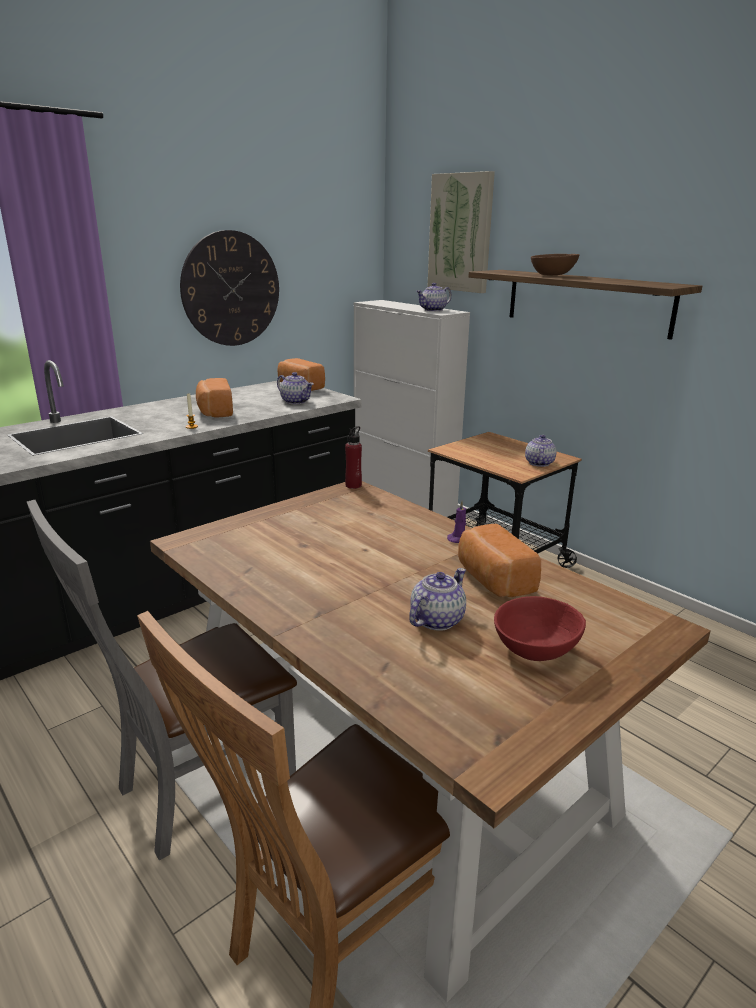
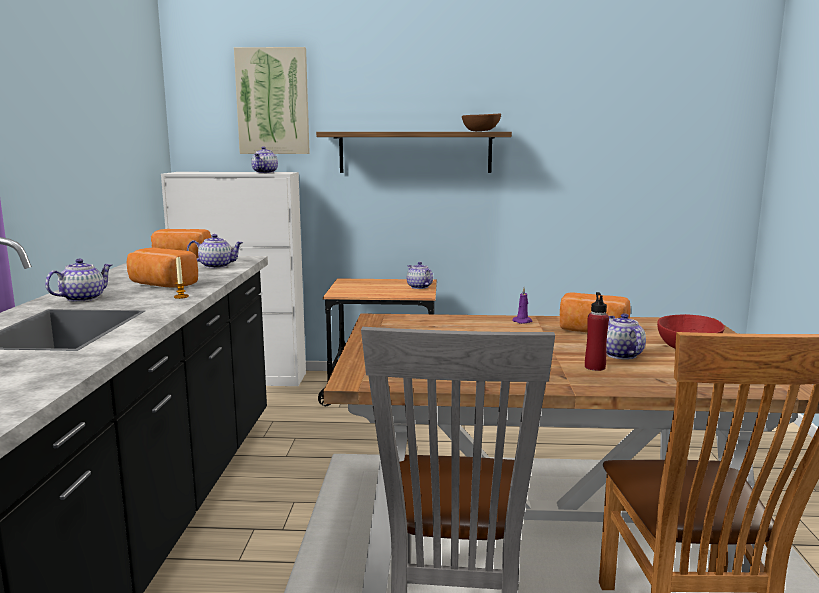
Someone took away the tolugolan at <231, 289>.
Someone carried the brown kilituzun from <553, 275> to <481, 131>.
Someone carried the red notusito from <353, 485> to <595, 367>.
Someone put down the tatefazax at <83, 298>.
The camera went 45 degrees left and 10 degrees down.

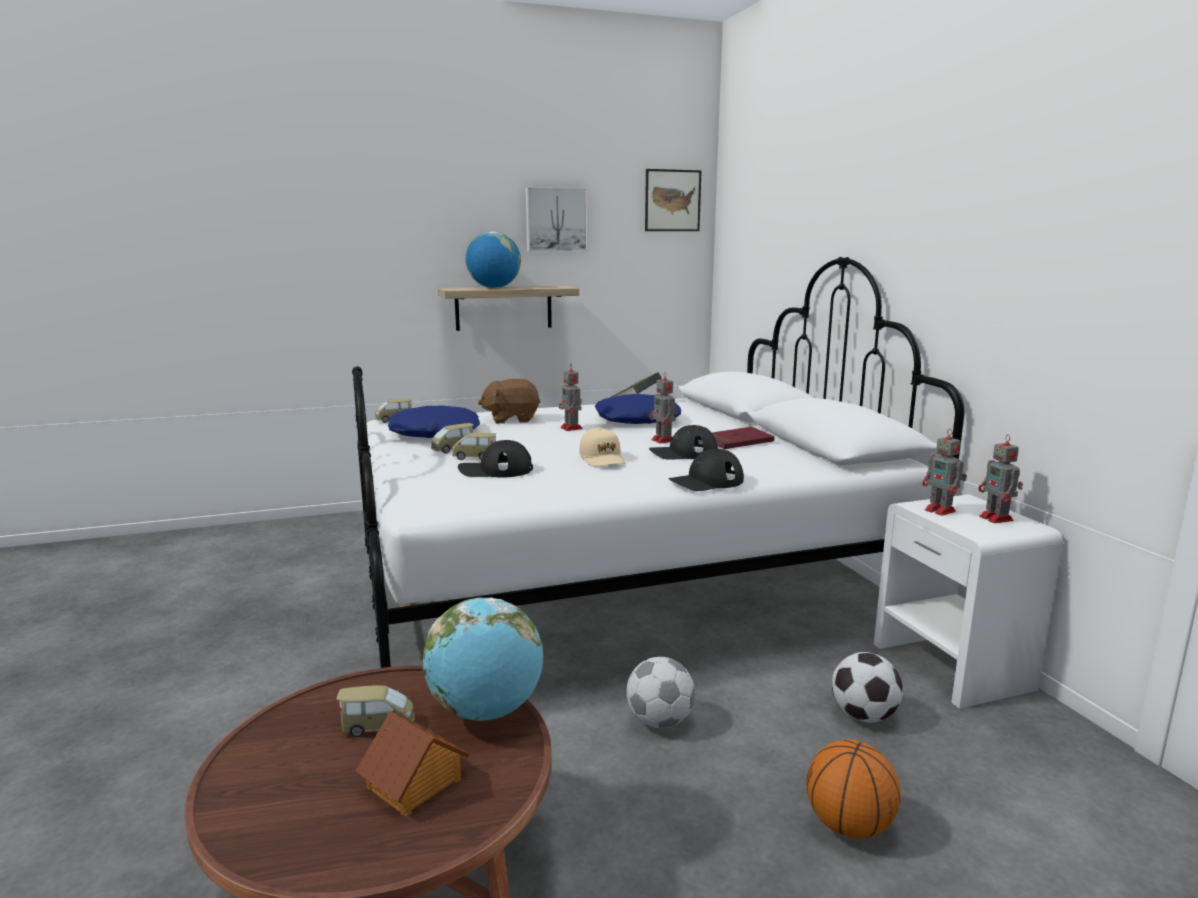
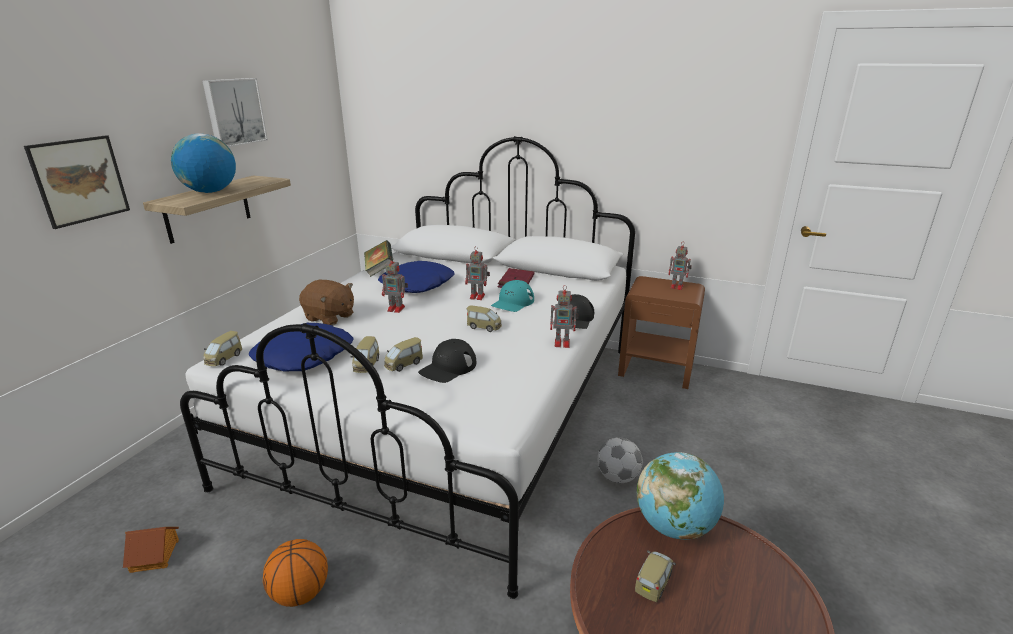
Someone carried the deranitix from <672, 200> to <80, 180>.
Someone rotated the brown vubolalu at <511, 419> by 90 degrees counterclockwise.
Someone repainted the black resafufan at <683, 453>, which became the turquoise resafufan at <513, 302>.
Someone swapped the beige resafufan at <602, 459> for the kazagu at <484, 327>.
Someone carried the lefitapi from <941, 511> to <563, 343>.
Someone repainted the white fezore at <952, 666>, which became the brown fezore at <656, 370>.
Someone took away the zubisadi at <864, 716>.
Someone carried the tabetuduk from <415, 783> to <155, 555>.
Someone carried the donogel from <848, 825> to <300, 593>.
The camera went 50 degrees left and 10 degrees up.

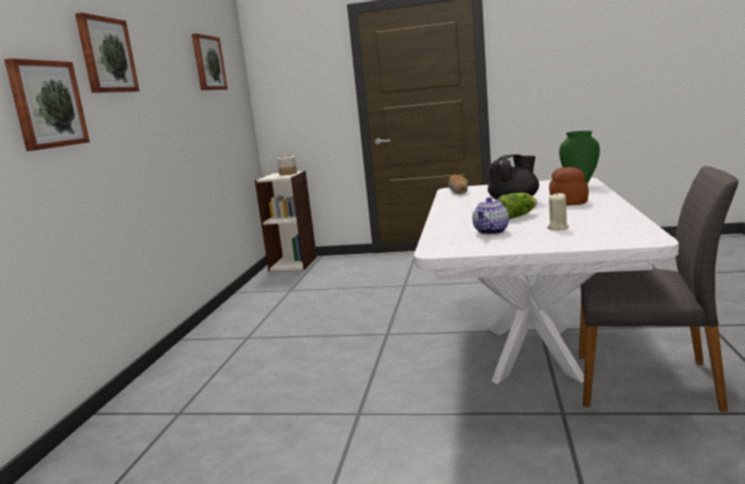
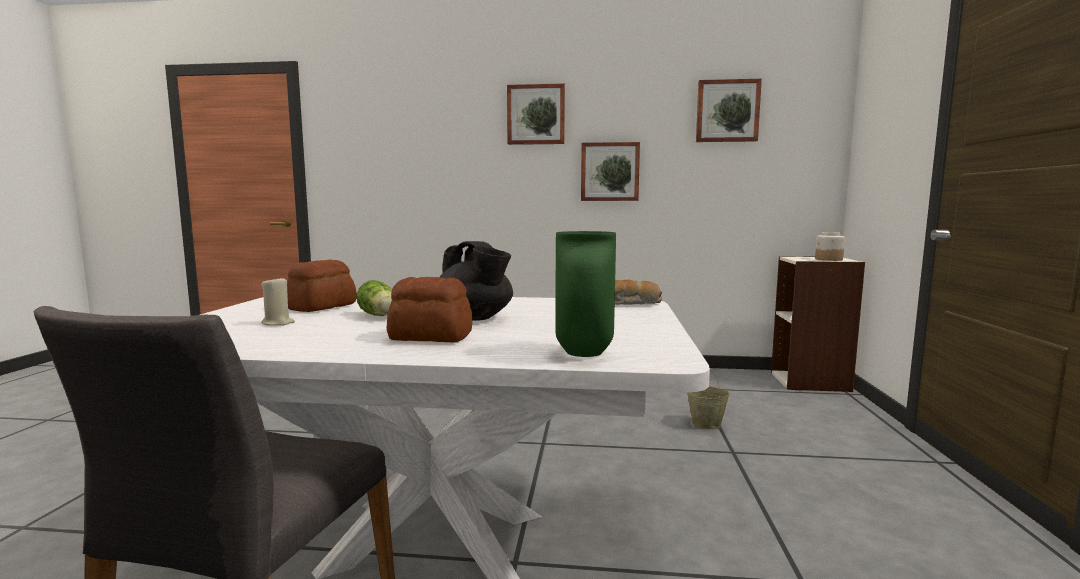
Someone carried the deranitix from <47, 104> to <609, 172>.
Someone swapped the tatefazax at <491, 232> for the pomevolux at <320, 307>.
Someone put down the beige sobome at <707, 424>.
The camera went 85 degrees right and 5 degrees down.

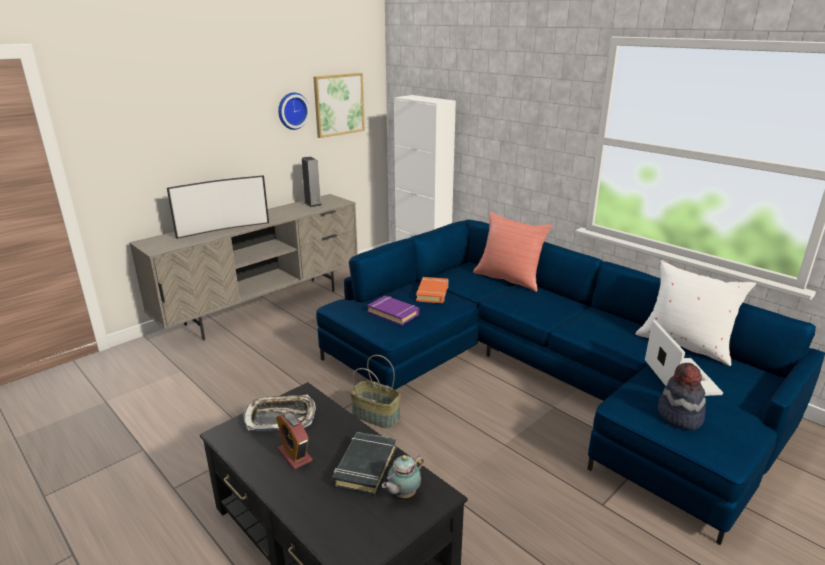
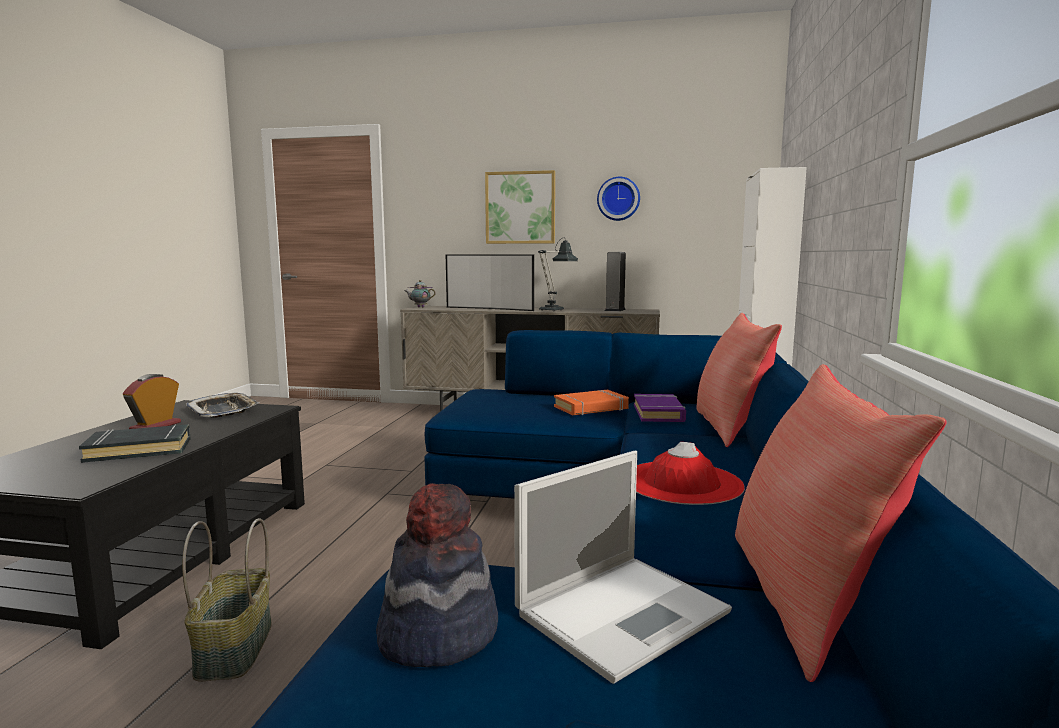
Someone carried the deranitix from <339, 104> to <520, 208>.
Someone repainted the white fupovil at <685, 344>, which became the red fupovil at <805, 599>.
Someone carried the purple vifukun from <393, 313> to <658, 413>.
Someone carried the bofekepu from <376, 416> to <236, 649>.
Someone carried the tatefazax from <403, 494> to <420, 307>.
Someone put down the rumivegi at <554, 310>.
Someone put down the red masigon at <681, 483>.
The camera went 55 degrees right and 15 degrees down.

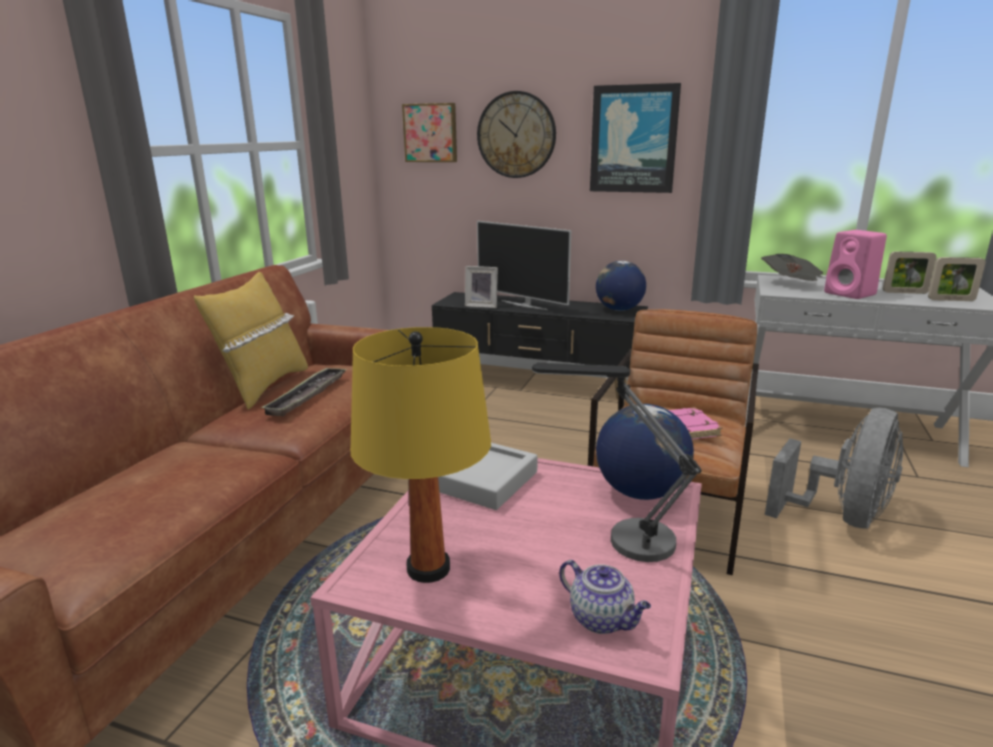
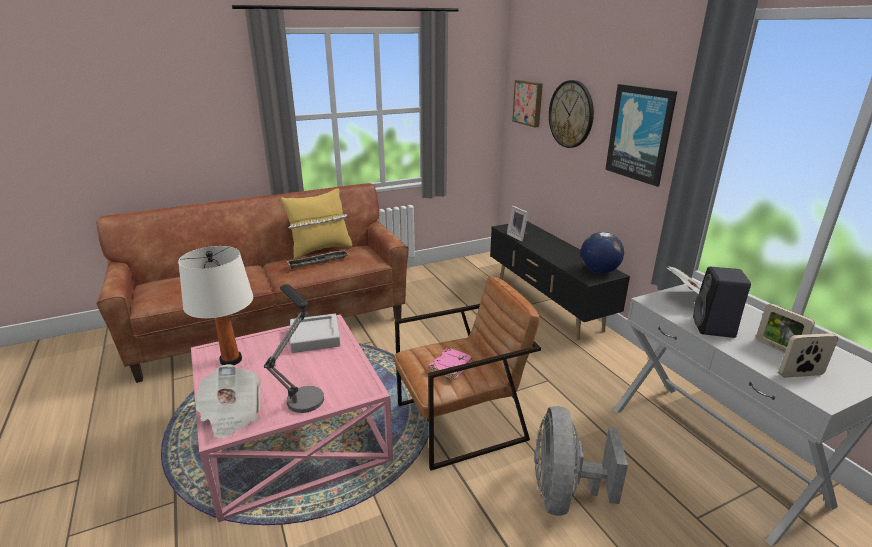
Someone took away the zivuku at <524, 305>.
Someone repainted the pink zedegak at <851, 294>, which became the black zedegak at <714, 328>.
Someone rotated the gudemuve at <951, 300> by 120 degrees clockwise.
Someone repainted the yellow rumivegi at <428, 569>, which became the white rumivegi at <230, 360>.
Someone took away the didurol at <640, 492>.
Someone rotated the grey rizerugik at <841, 517> by 105 degrees clockwise.
Someone swapped the tatefazax at <602, 619> for the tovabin at <231, 414>.
The camera went 45 degrees right and 5 degrees up.

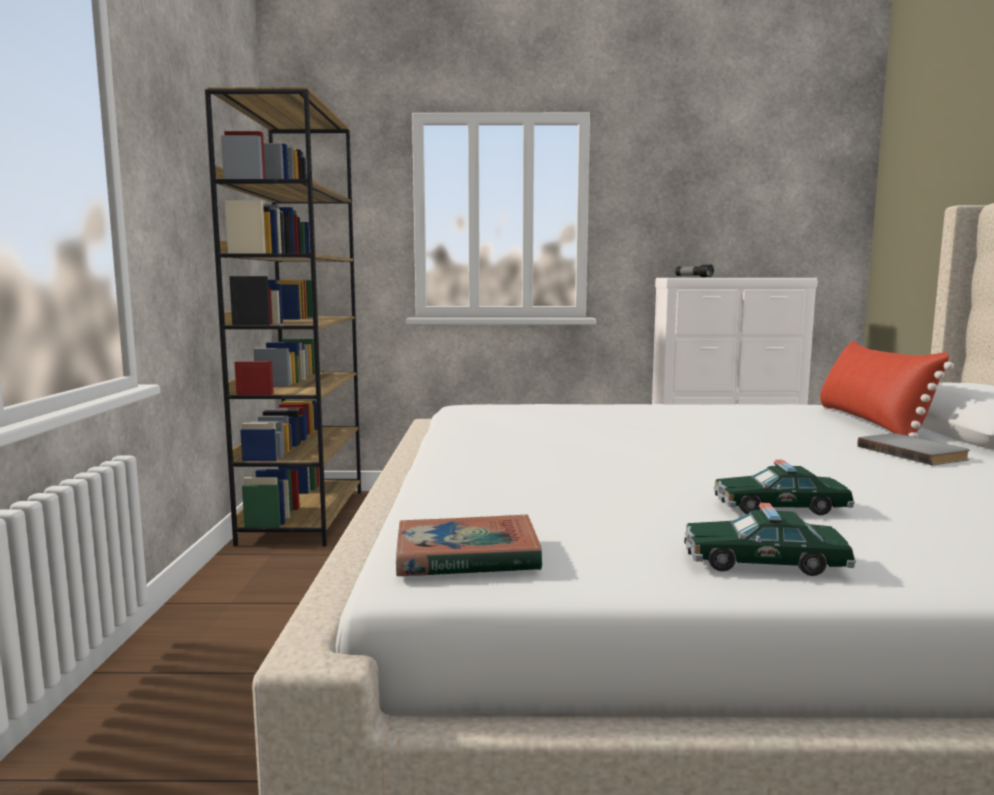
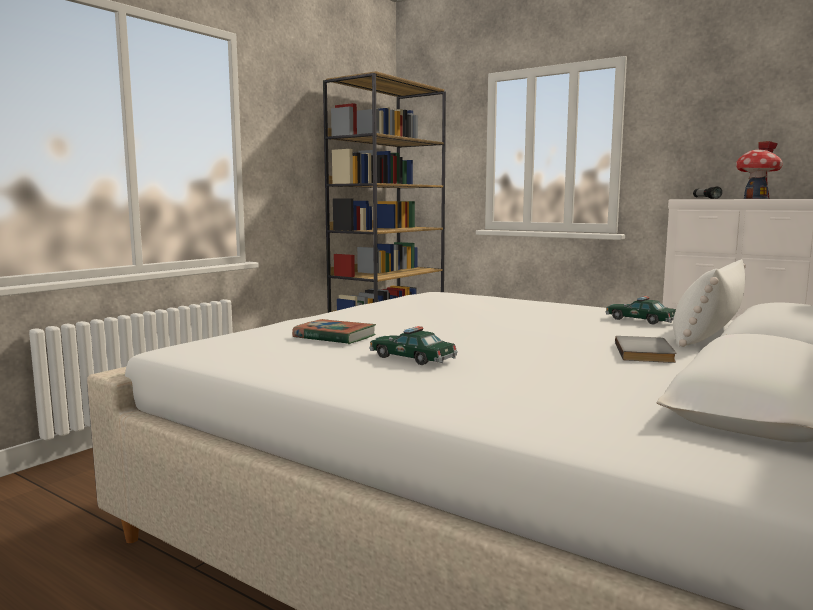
Someone repainted the red fupovil at <871, 422>, which became the white fupovil at <707, 333>.
Someone carried the kazagu from <763, 562> to <640, 320>.
Someone carried the vifukun from <466, 556> to <334, 337>.
Someone put down the tabetuduk at <756, 198>.
The camera went 35 degrees right and 0 degrees up.

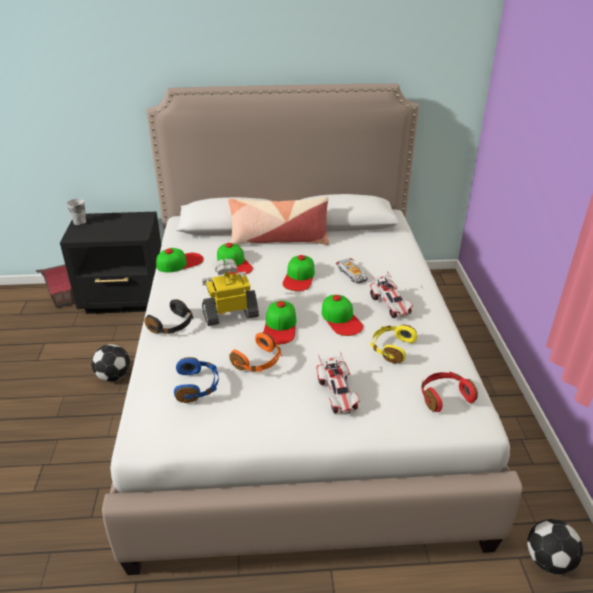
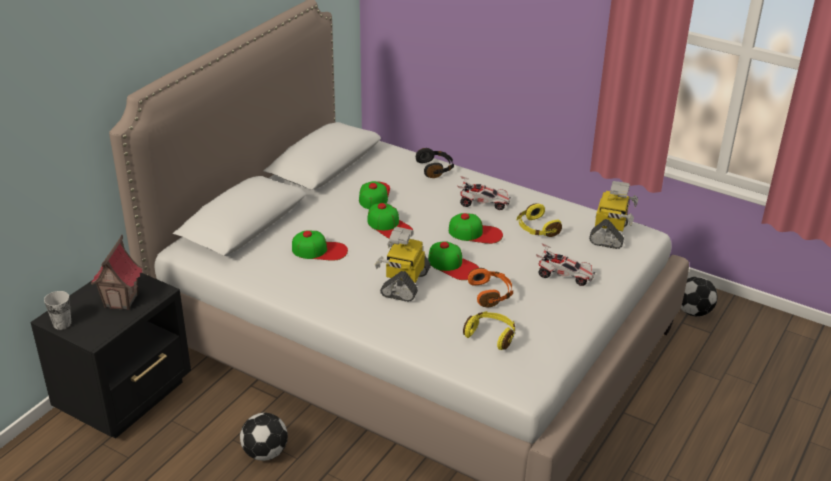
Someone took away the fupovil at <279, 240>.
Someone carried the resafufan from <180, 262> to <374, 195>.
Someone took away the kazagu at <352, 274>.
Someone carried the tabetuduk from <63, 301> to <122, 300>.
Someone carried the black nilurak from <172, 326> to <435, 168>.
Someone repainted the blue nilurak at <197, 386>, which became the yellow nilurak at <491, 335>.
Someone swapped the red nilurak at <444, 396> for the lefitapi at <610, 233>.
The camera went 55 degrees left and 0 degrees up.

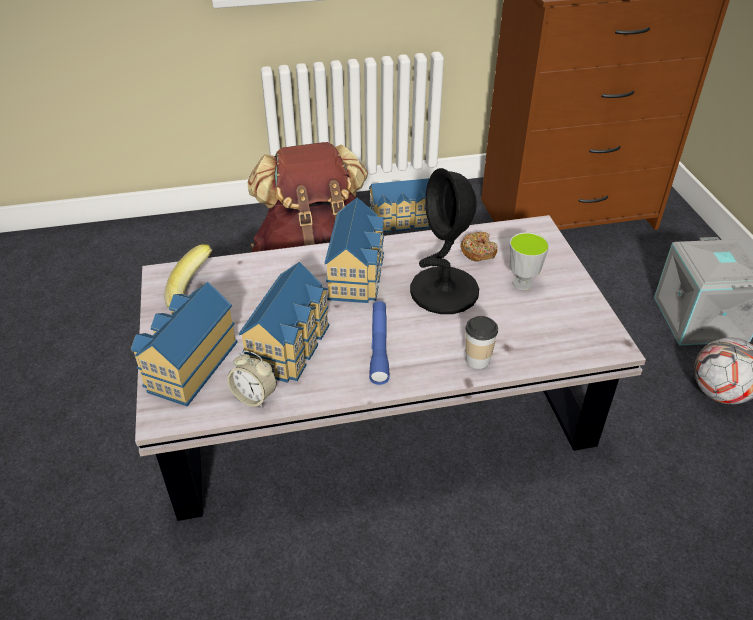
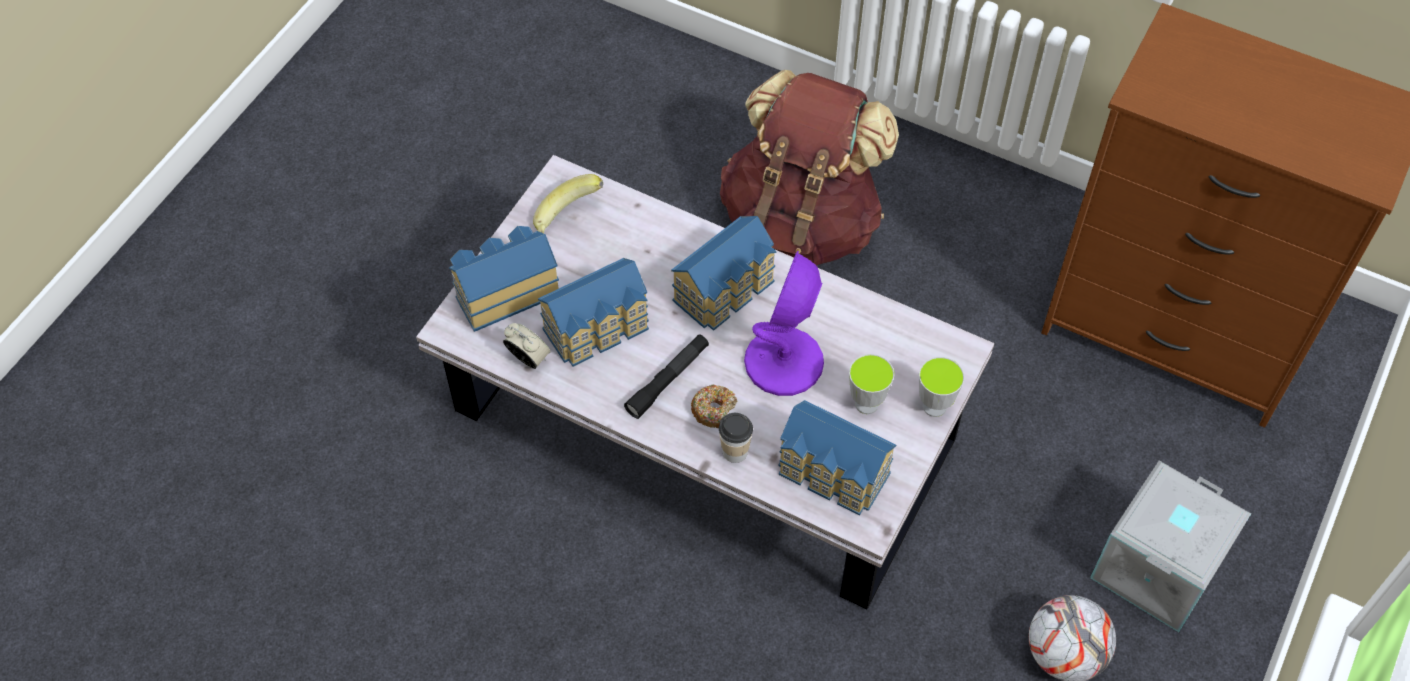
Someone repainted the black rumivegi at <444, 292>, which became the purple rumivegi at <783, 363>.
Someone carried the tabetuduk from <401, 221> to <832, 474>.
Someone carried the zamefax from <478, 251> to <714, 410>.
Someone repainted the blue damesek at <379, 347>, which became the black damesek at <668, 380>.
Someone rotated the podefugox at <254, 397> by 150 degrees clockwise.
Someone put down the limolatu at <934, 406>.
The camera went 40 degrees right and 15 degrees up.

